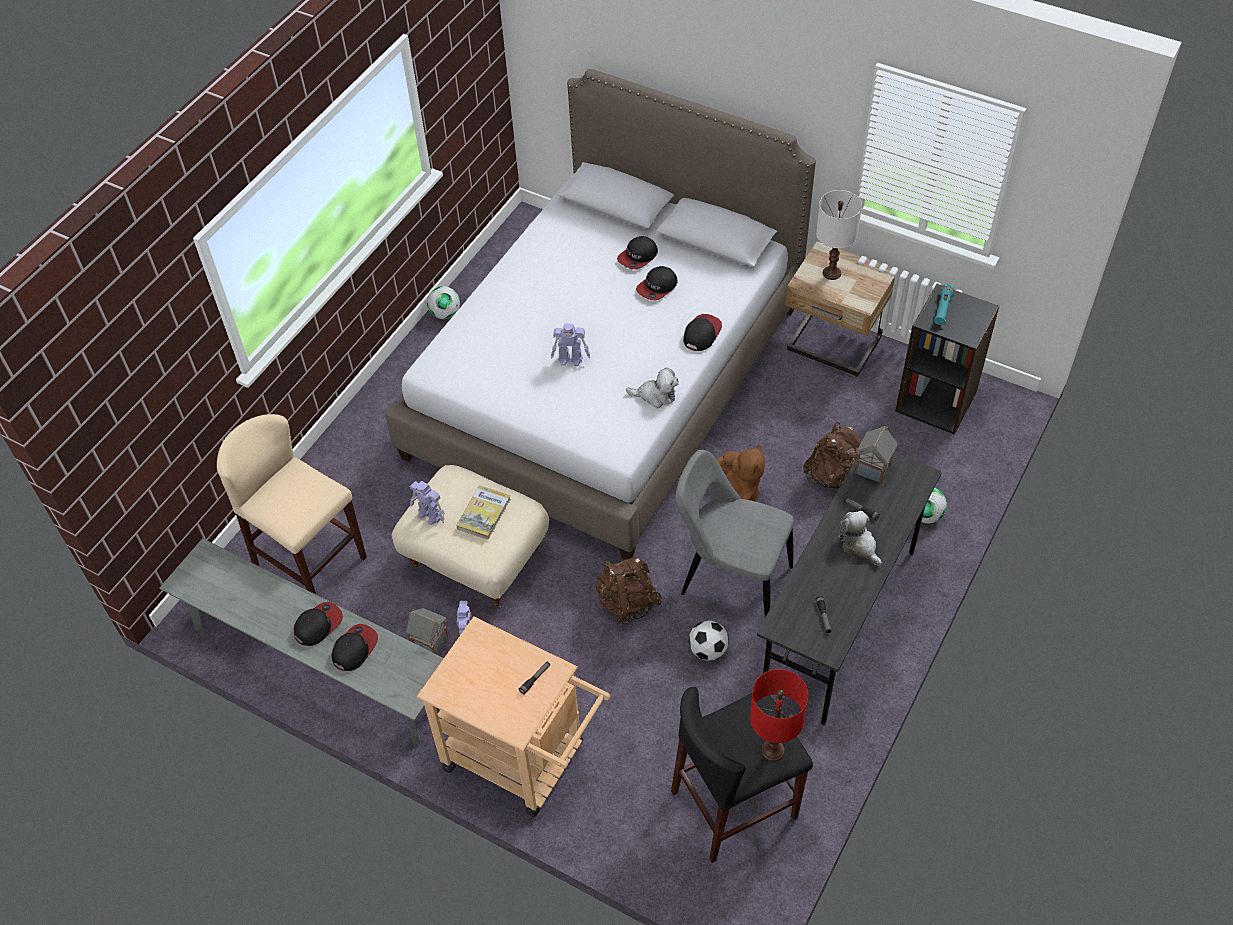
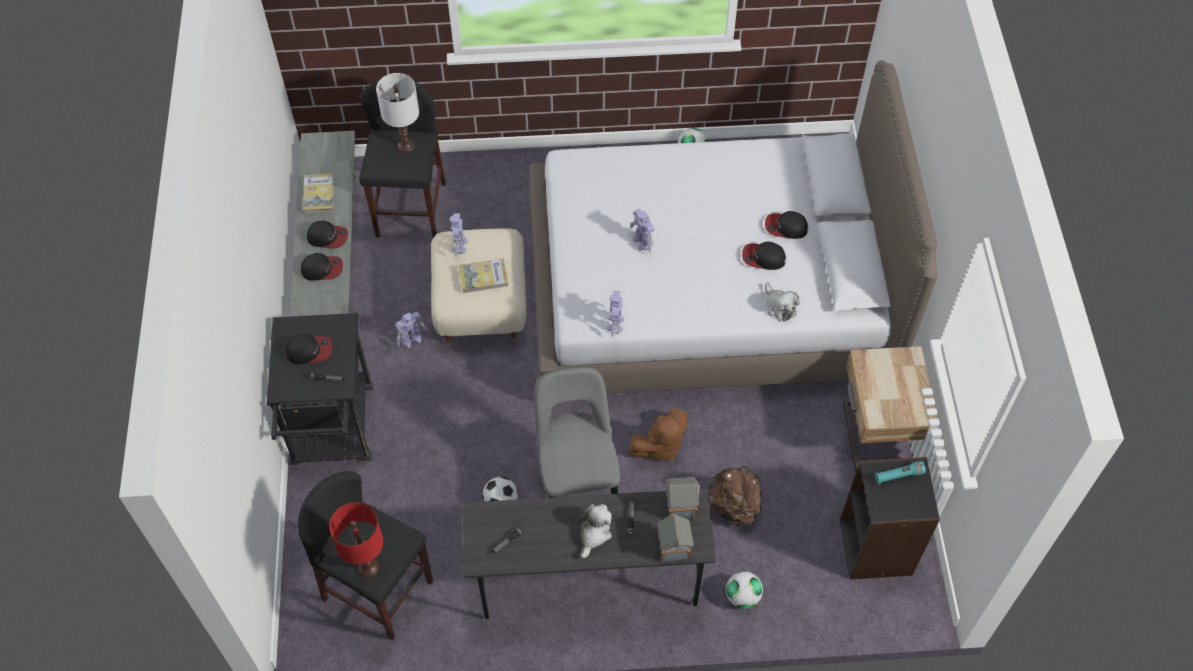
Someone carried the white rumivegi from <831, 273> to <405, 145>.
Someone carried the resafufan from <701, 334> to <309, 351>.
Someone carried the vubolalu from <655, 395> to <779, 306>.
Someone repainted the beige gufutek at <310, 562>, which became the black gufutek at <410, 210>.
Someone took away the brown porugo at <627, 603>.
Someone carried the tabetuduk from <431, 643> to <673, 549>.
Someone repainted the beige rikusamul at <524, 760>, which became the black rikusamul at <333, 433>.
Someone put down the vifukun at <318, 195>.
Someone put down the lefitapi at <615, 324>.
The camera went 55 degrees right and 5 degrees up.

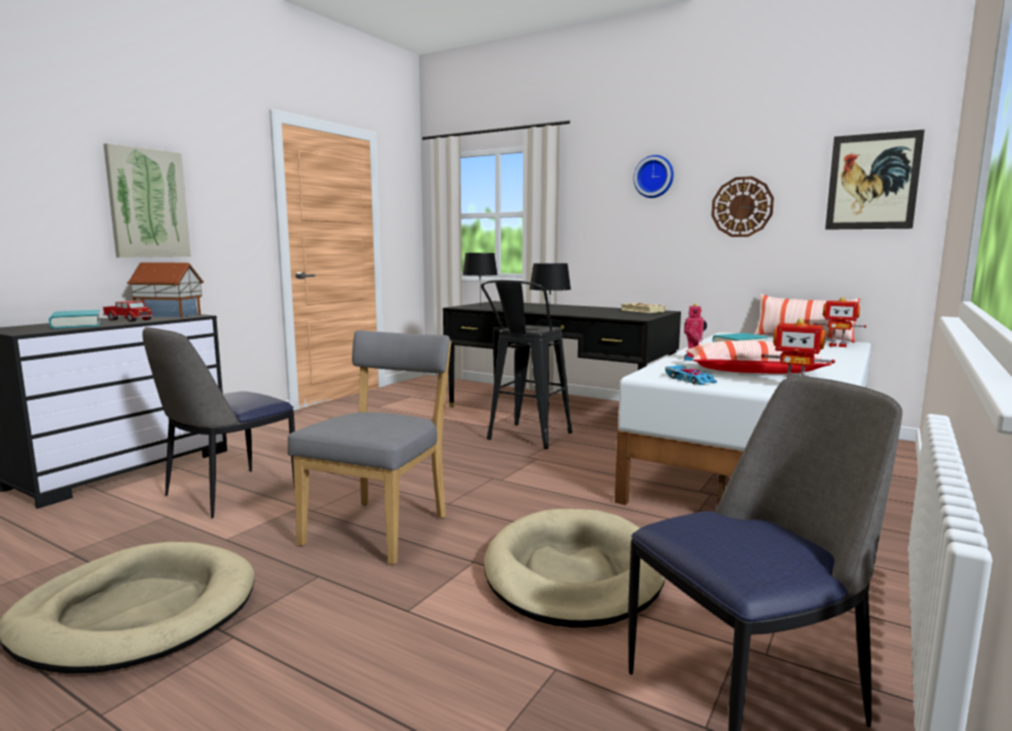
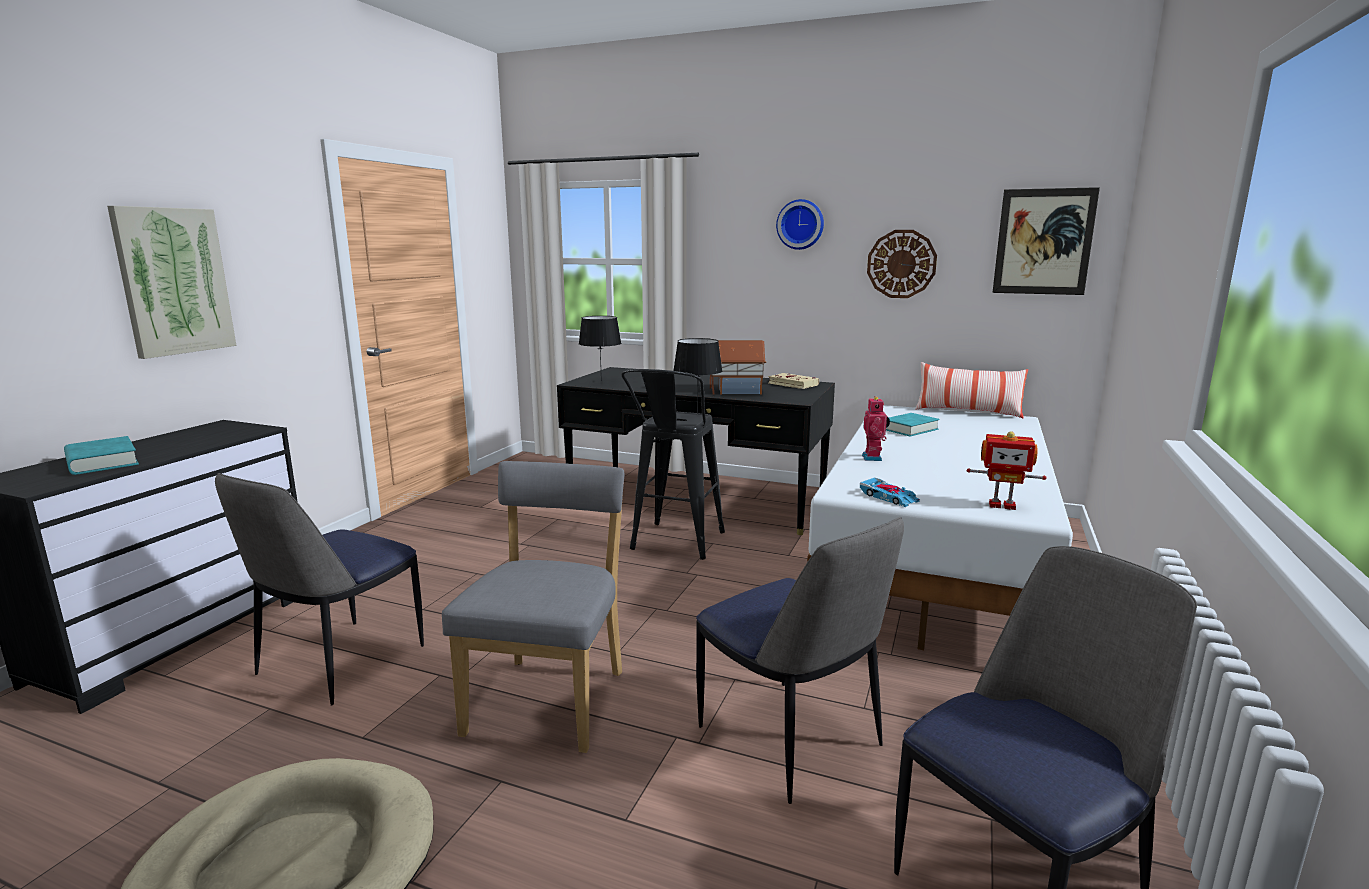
Someone carried the tabetuduk from <170, 315> to <735, 391>.
Someone took away the lefitapi at <837, 345>.
Someone took away the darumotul at <128, 320>.
Someone took away the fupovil at <753, 371>.
Someone swapped the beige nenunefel at <573, 573> for the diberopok at <792, 740>.
The camera went 10 degrees left and 5 degrees up.

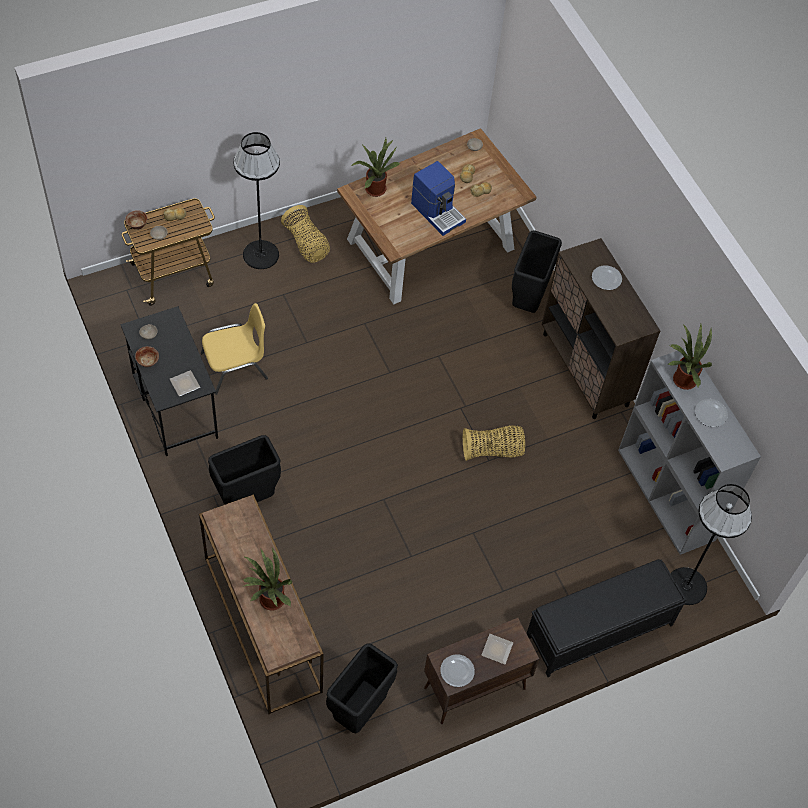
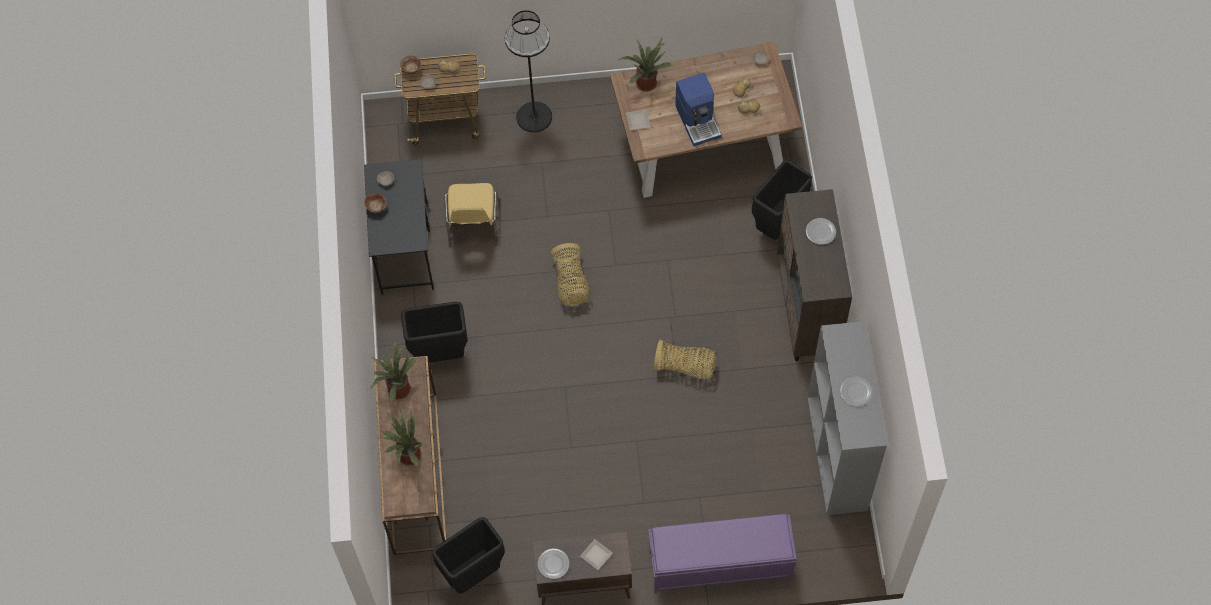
Someone carried the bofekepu from <306, 244> to <570, 283>.
Someone rotated the yellow diberopok at <235, 366> by 90 degrees clockwise.
Someone carried the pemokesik from <681, 379> to <397, 388>.
Someone carried the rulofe from <184, 385> to <637, 121>.
Someone took away the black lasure at <687, 586>.
Someone repainted the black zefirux at <598, 631>, which became the purple zefirux at <719, 564>.
The camera went 25 degrees right and 5 degrees up.

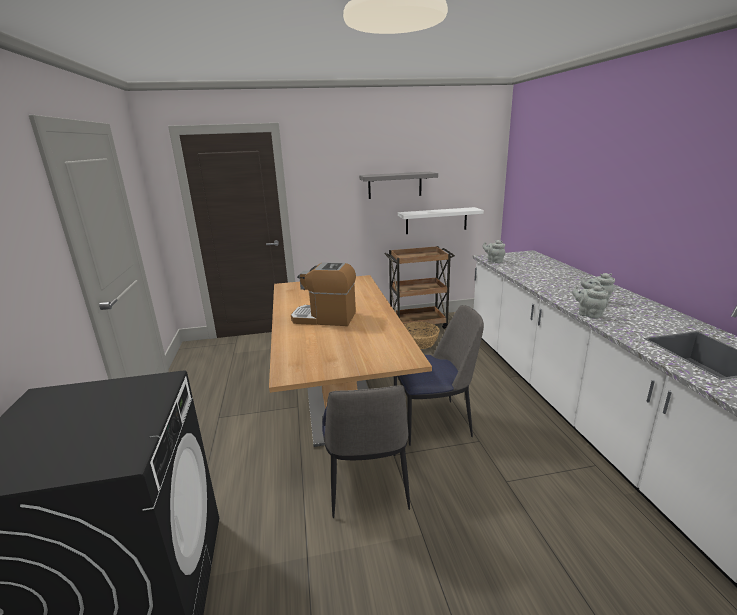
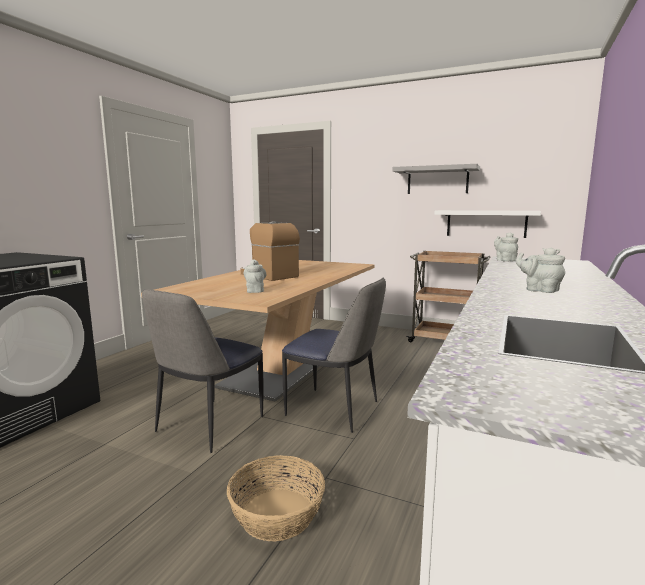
Someone carried the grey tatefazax from <588, 314> to <255, 290>.
Someone carried the bofekepu from <419, 342> to <277, 513>.
The camera went 35 degrees right and 10 degrees down.

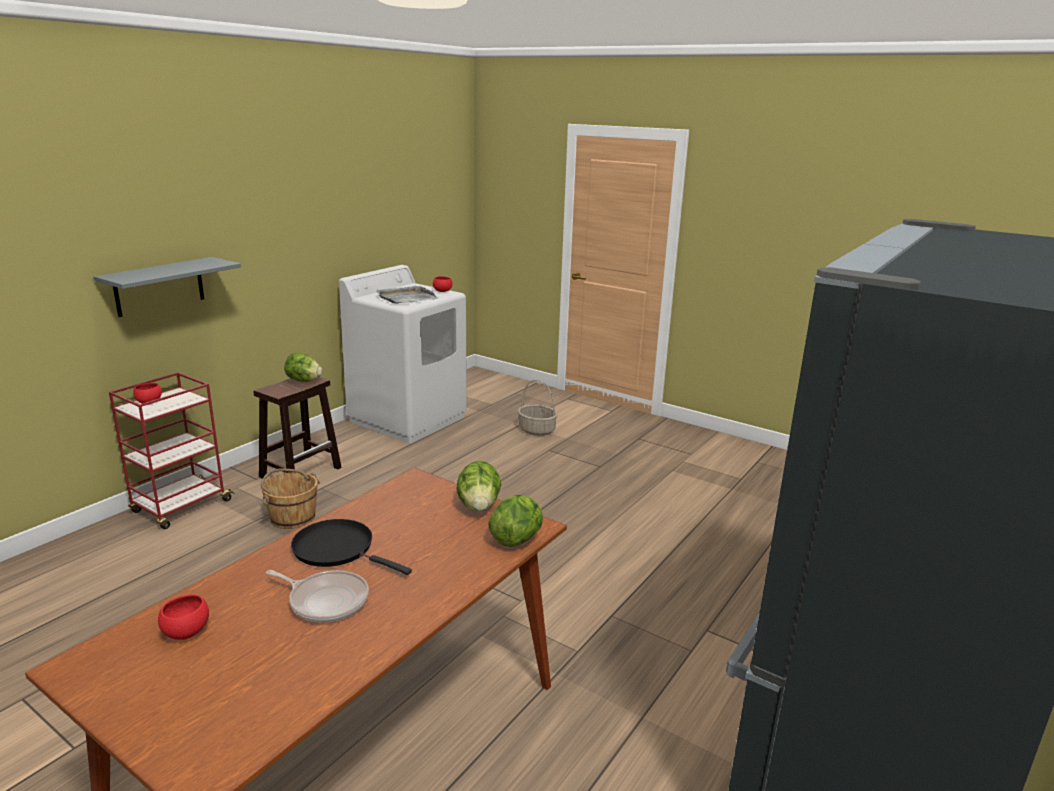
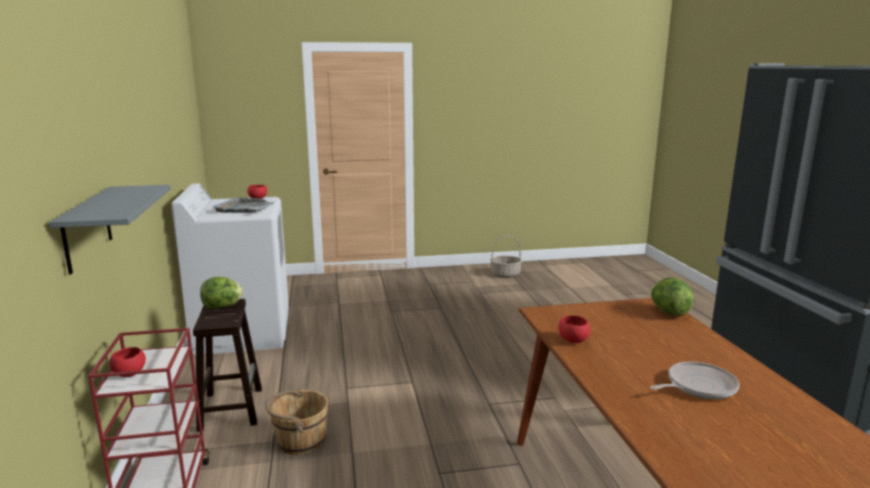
Someone carried the bofekepu from <537, 430> to <505, 274>.
Someone took away the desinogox at <479, 506>.
Someone took away the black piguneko at <338, 549>.
Someone carried the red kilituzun from <187, 632> to <573, 340>.
The camera went 45 degrees left and 5 degrees down.

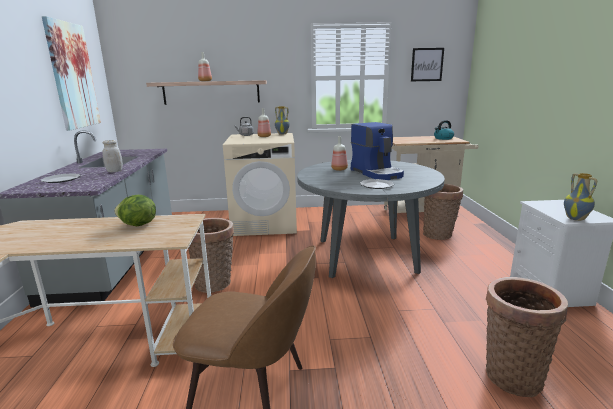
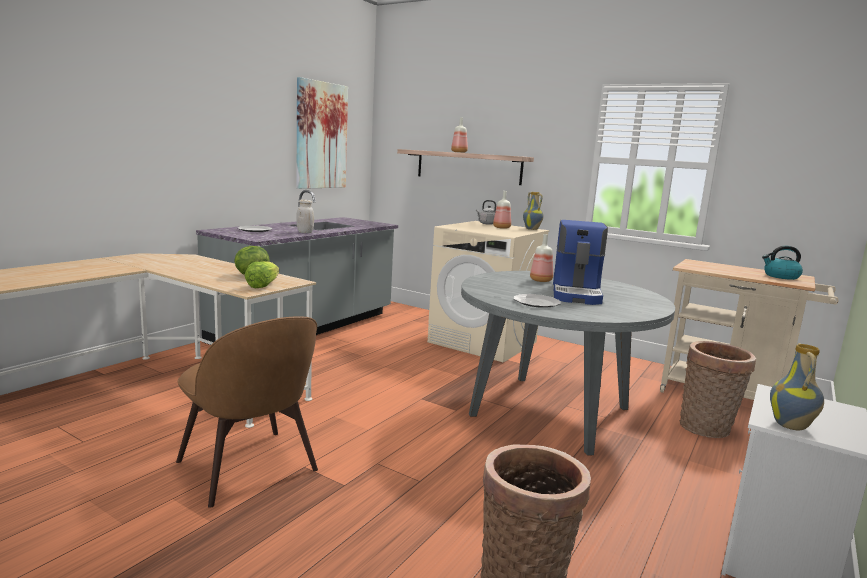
Someone took away the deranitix at <427, 64>.
Someone took away the bofekepu at <215, 283>.
Someone put down the desinogox at <263, 285>.
The camera went 35 degrees right and 5 degrees down.

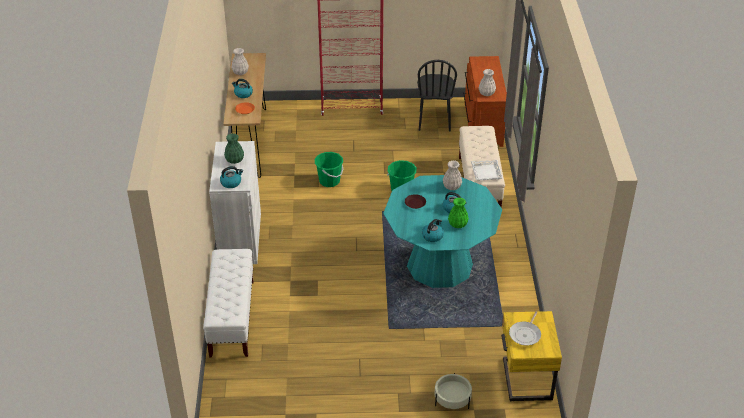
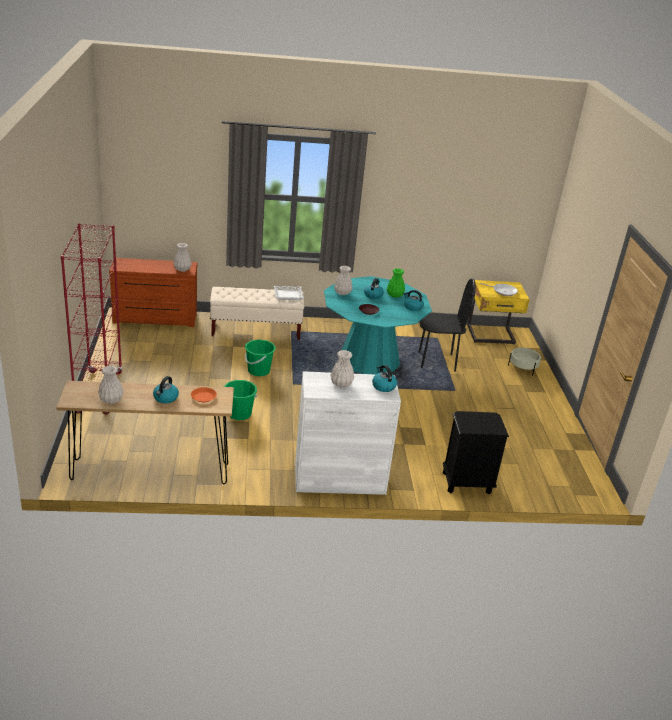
Someone carried the black diberopok from <434, 121> to <436, 361>.
Someone repainted the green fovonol at <235, 160>, which became the white fovonol at <341, 384>.
Someone swapped the white zefirux at <232, 318> for the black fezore at <466, 483>.
The camera went 95 degrees left and 10 degrees down.

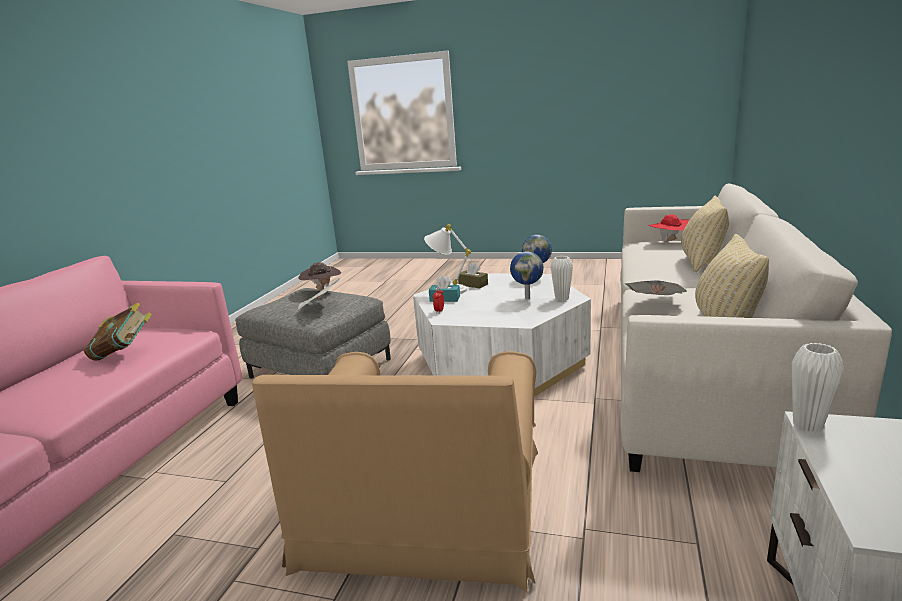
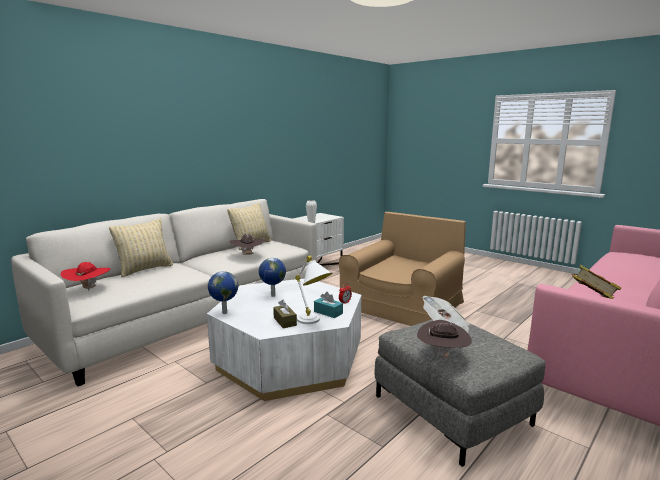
Someone took away the white fovonol at <562, 298>.
Someone swapped the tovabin at <655, 303> for the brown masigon at <248, 255>.
The camera went 155 degrees left and 5 degrees down.

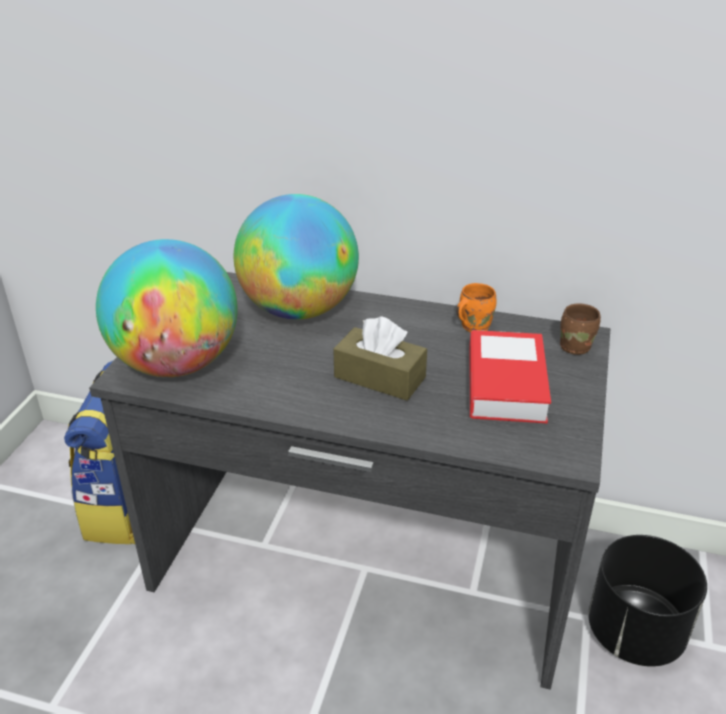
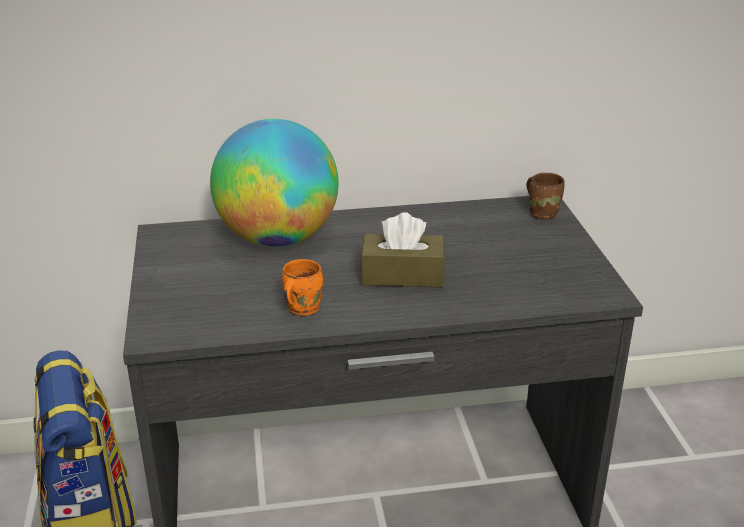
Someone took away the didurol at <176, 364>.
Someone carried the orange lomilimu from <472, 326> to <300, 308>.
Someone took away the vifukun at <505, 384>.
Someone took away the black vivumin at <634, 632>.
The camera went 25 degrees left and 5 degrees down.

